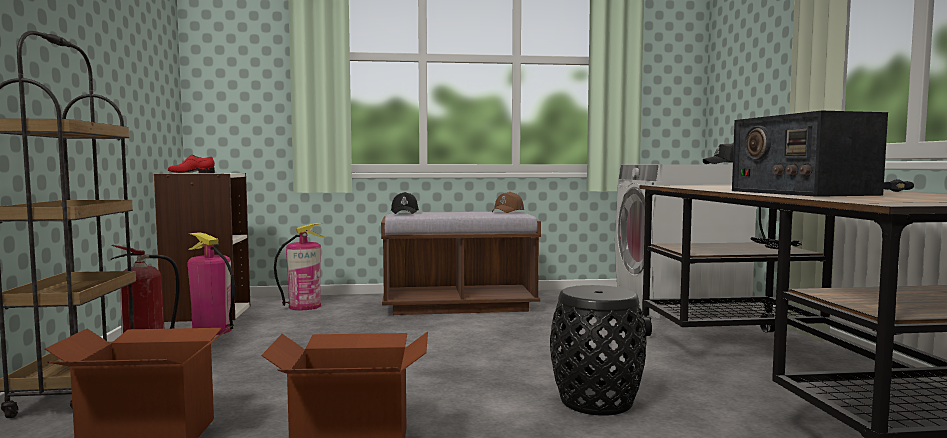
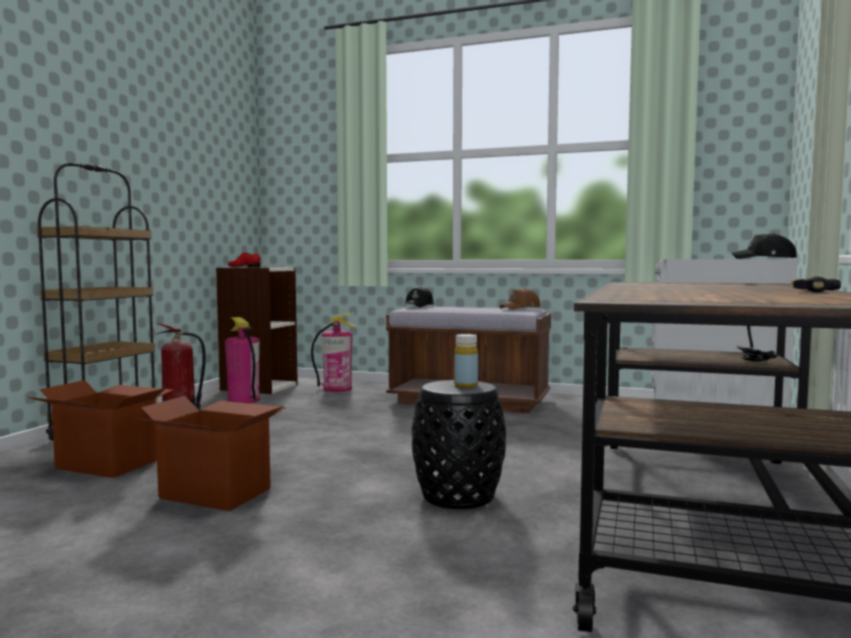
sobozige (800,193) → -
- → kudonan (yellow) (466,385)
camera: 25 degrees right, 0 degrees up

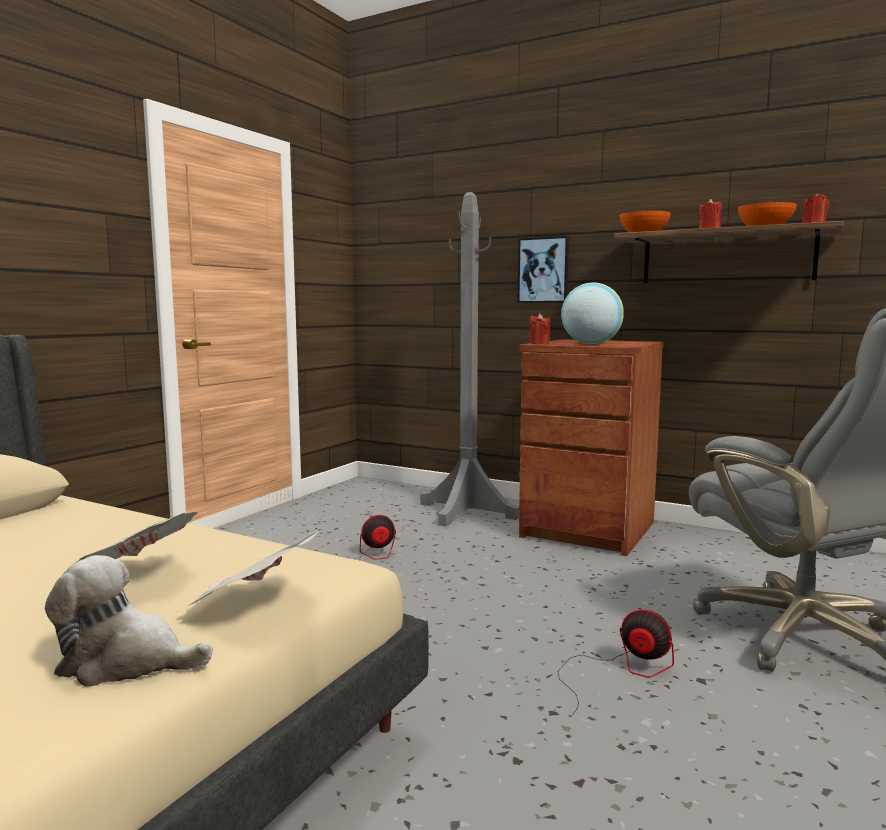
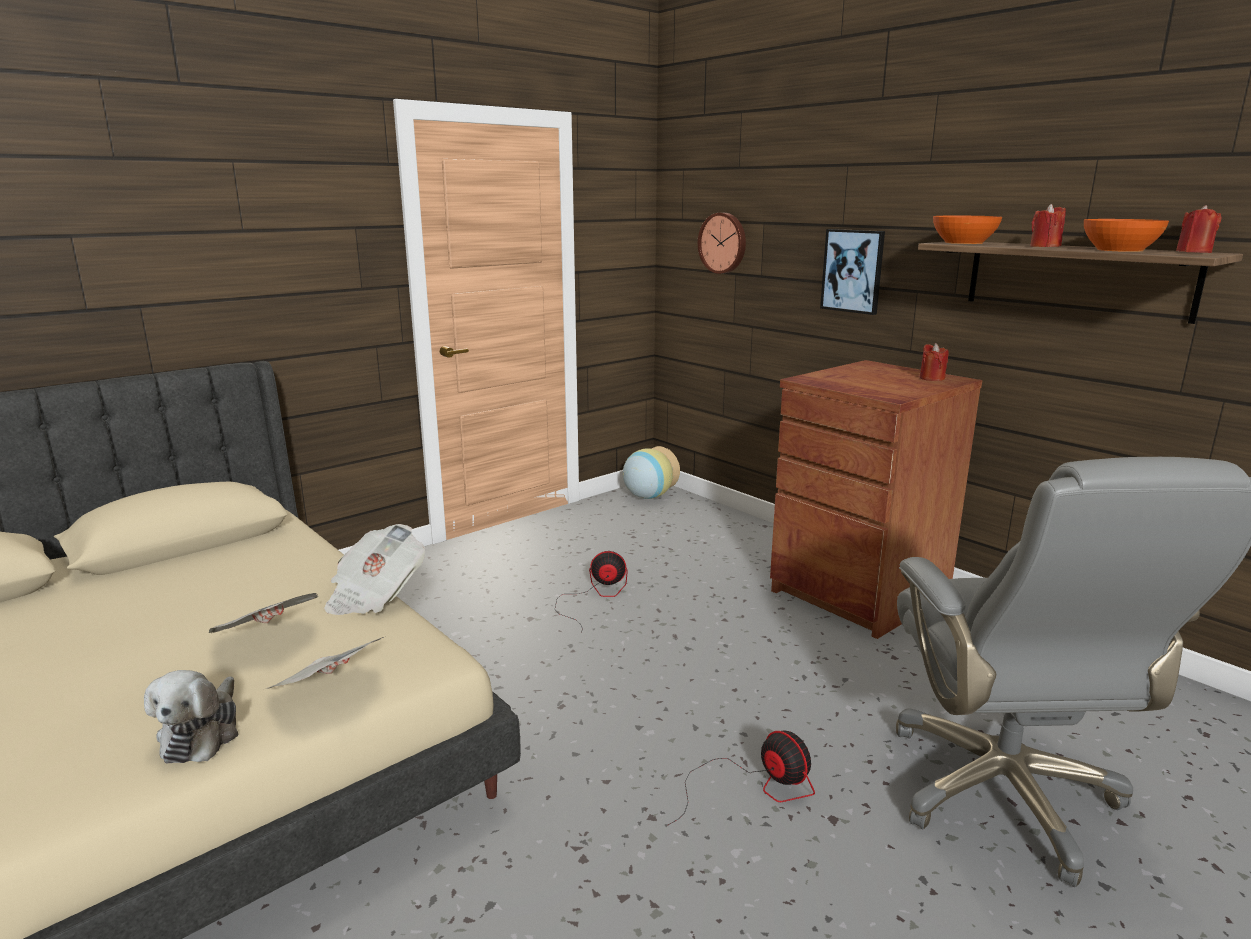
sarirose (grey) (468,511) → -
- → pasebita (375,595)
- → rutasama (723,243)
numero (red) (539,343) → numero (red) (932,378), shifted
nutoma (591,343) → nutoma (648,496), shifted
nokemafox (125,662) → nokemafox (202,733), 120 degrees counterclockwise
camera: 20 degrees right, 10 degrees up

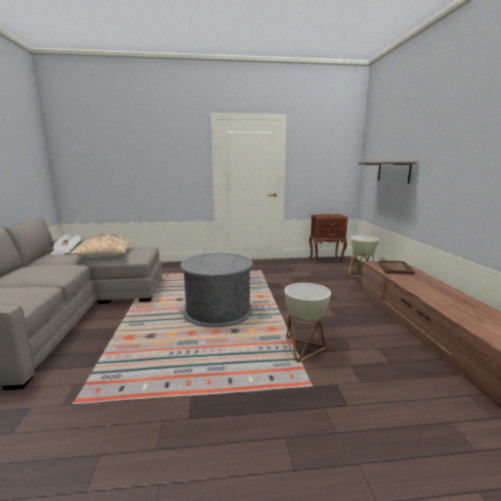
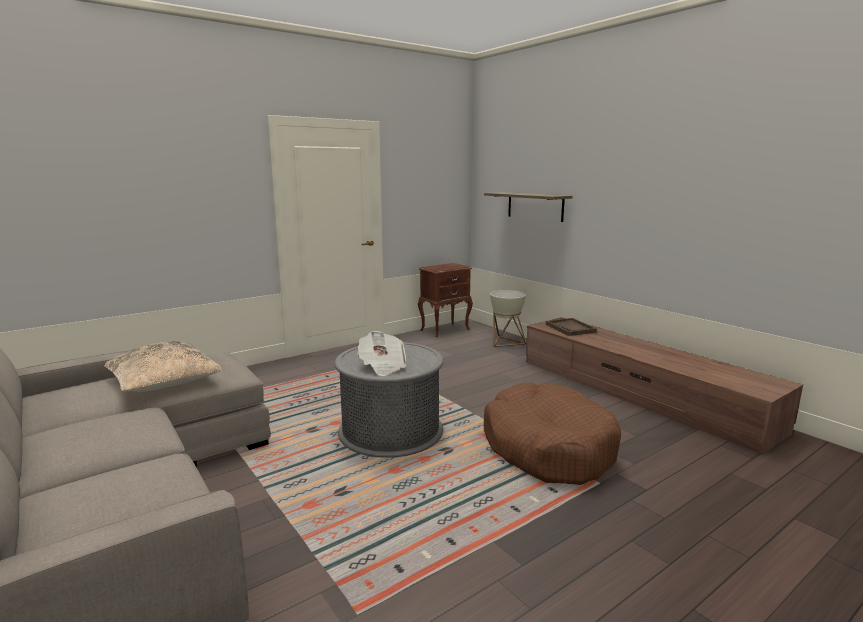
pasebita (66,251) → pasebita (382,366), shifted
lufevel (304,349) → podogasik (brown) (548,448)
camera: 30 degrees left, 0 degrees up

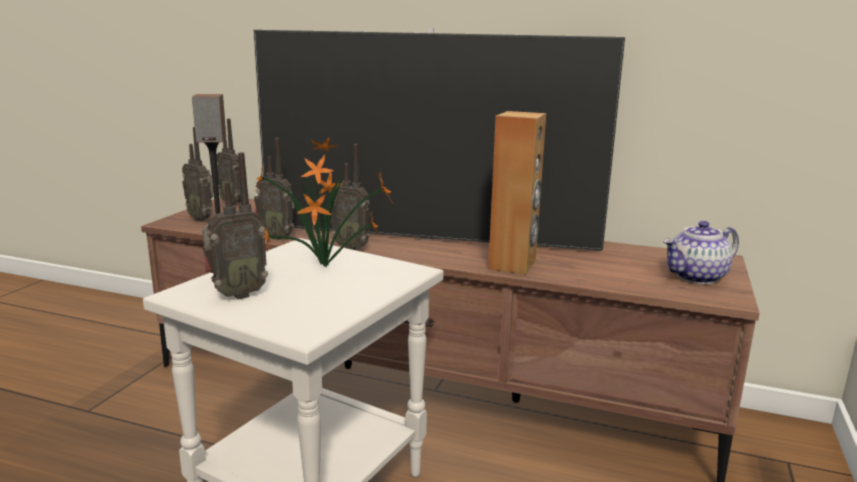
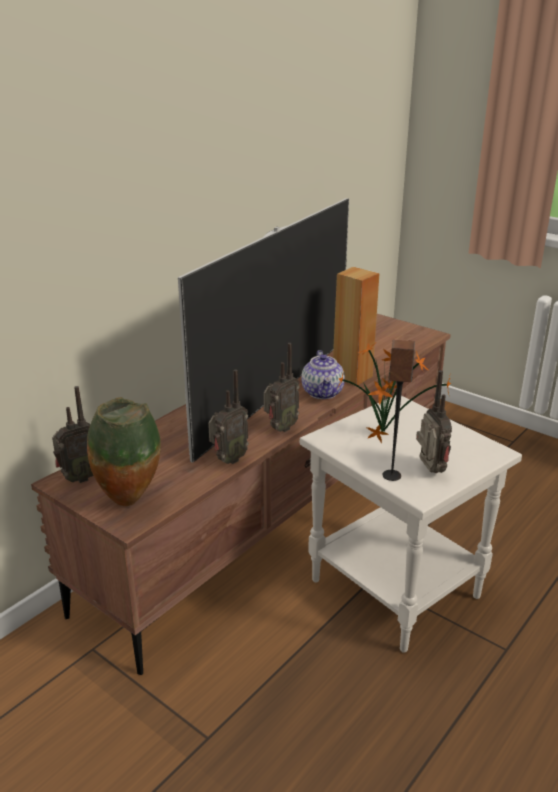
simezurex (697,277) → simezurex (323,393), shifted
sobozige (202,218) → nutoma (130,500)
camera: 70 degrees left, 10 degrees up

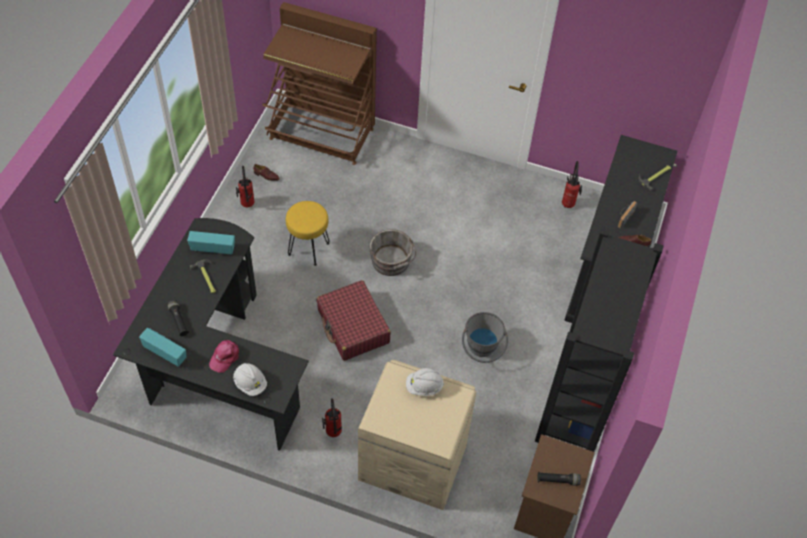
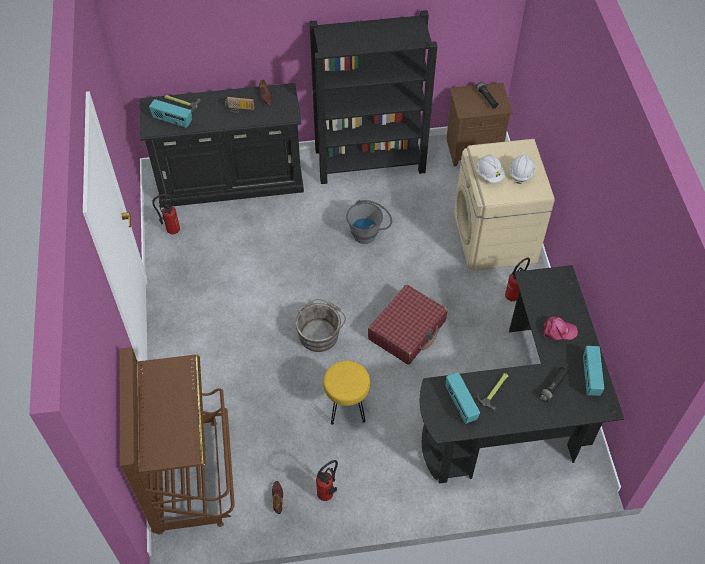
- → sobozige (172,121)
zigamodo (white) (250,383) → zigamodo (white) (521,173), shifted
camera: 115 degrees left, 0 degrees up

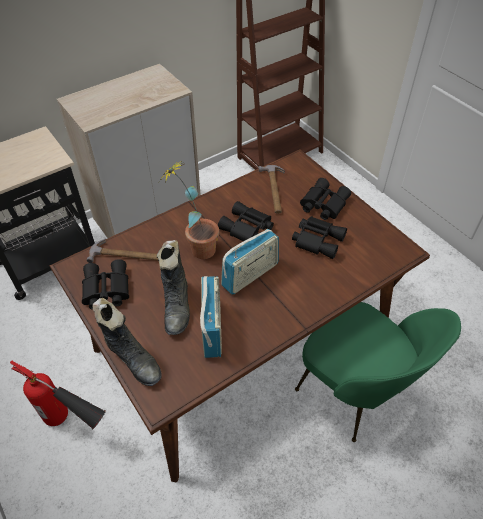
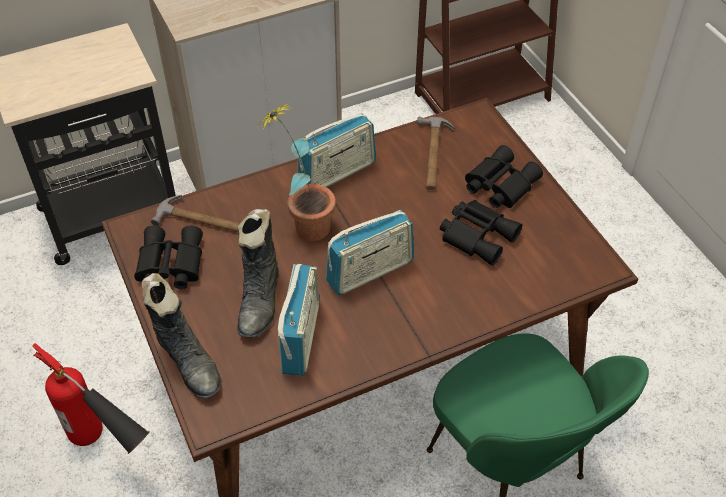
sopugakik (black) (247,229) → -
- → sobozige (337,173)
camera: 10 degrees right, 0 degrees up

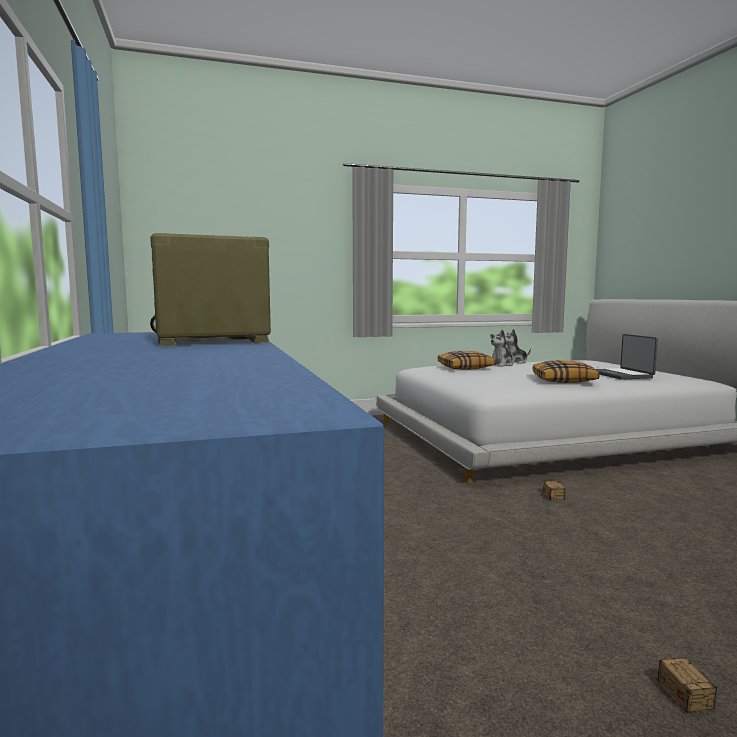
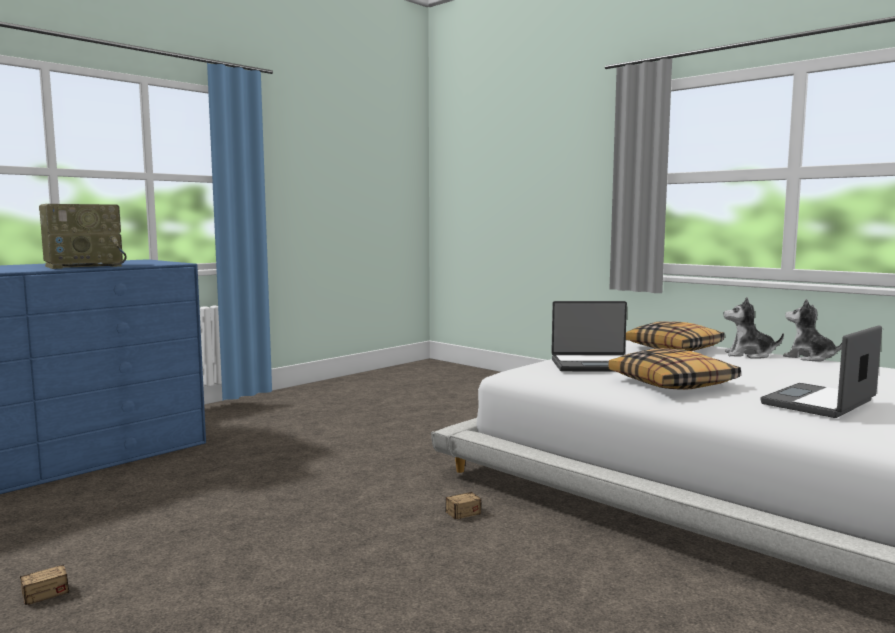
- → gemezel (593,365)
sobozige (209,341) → sobozige (84,266), 105 degrees clockwise
camera: 60 degrees right, 0 degrees up

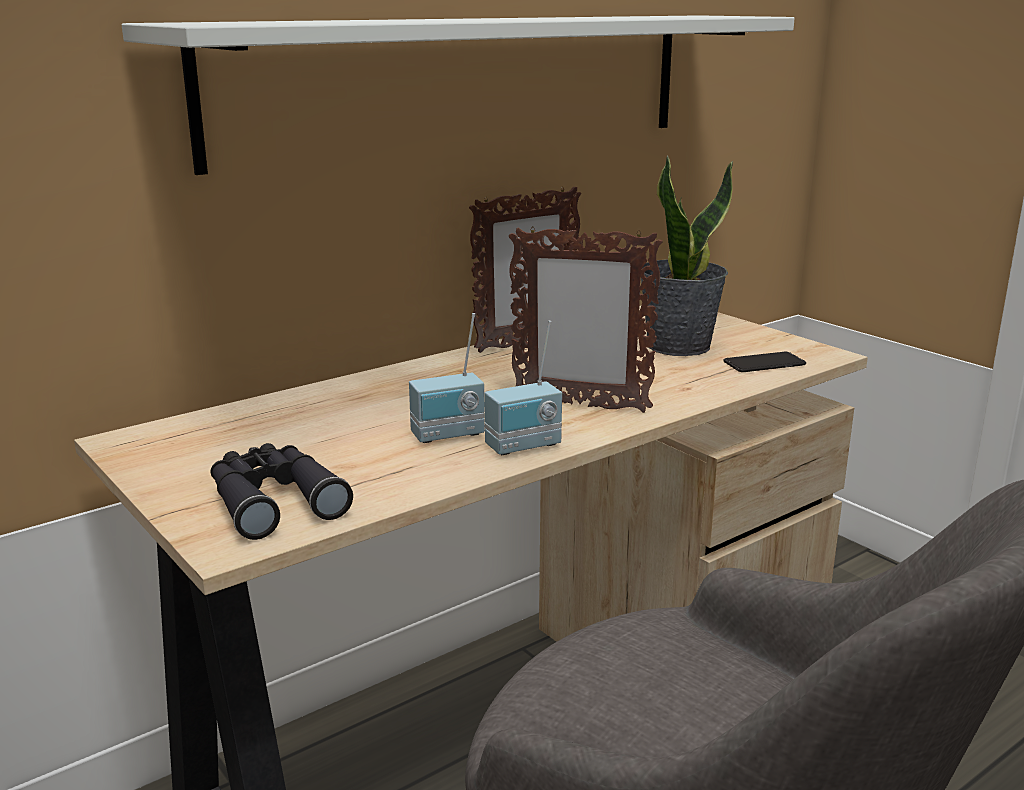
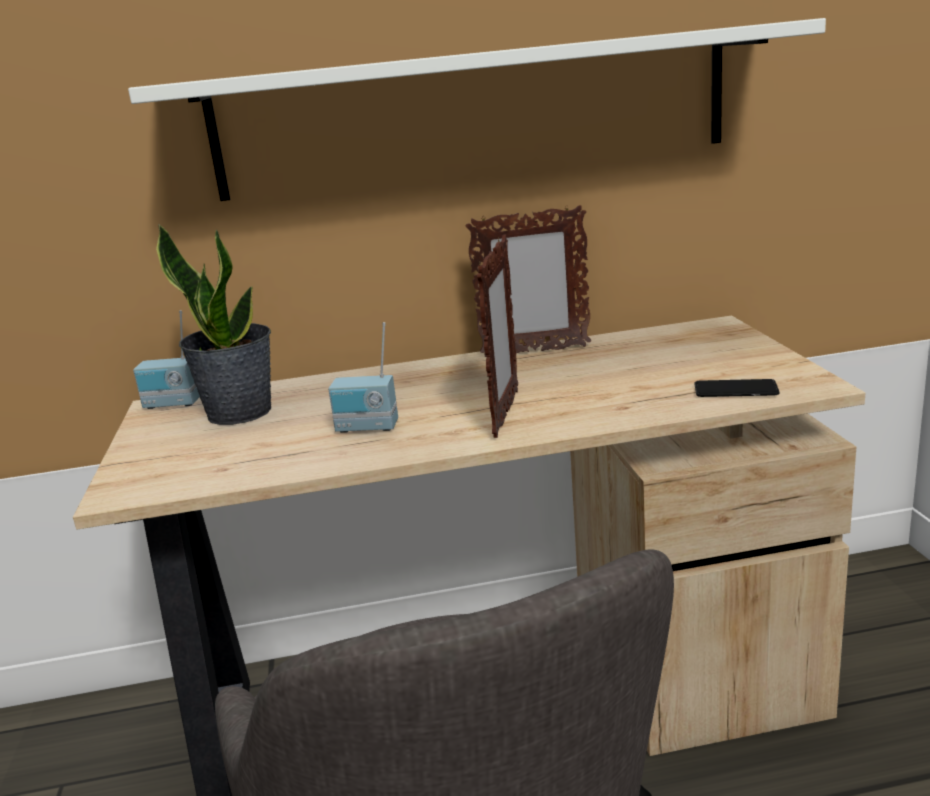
sopugakik (black) (273,501) → -
sobozige (524,447) → sobozige (172,405), shifted
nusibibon (677,346) → nusibibon (240,412), shifted
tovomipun (580,405) → tovomipun (505,414), 120 degrees counterclockwise
camera: 30 degrees right, 0 degrees up

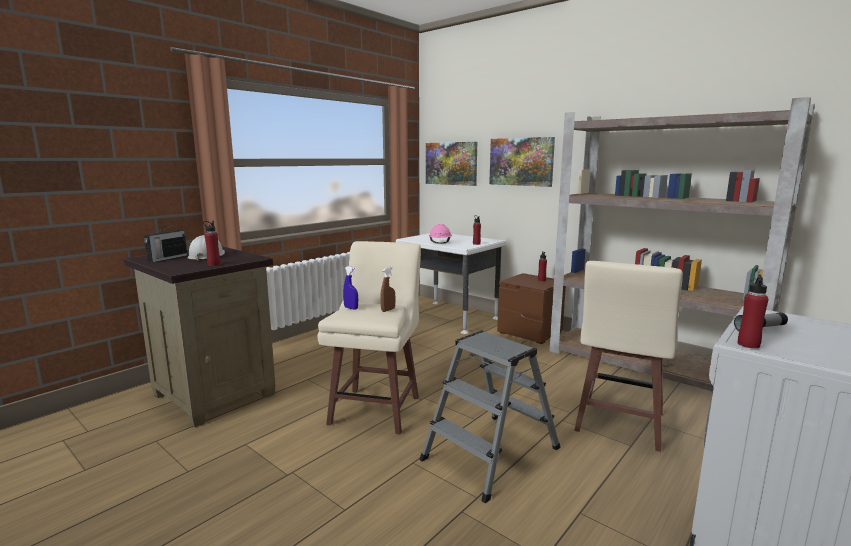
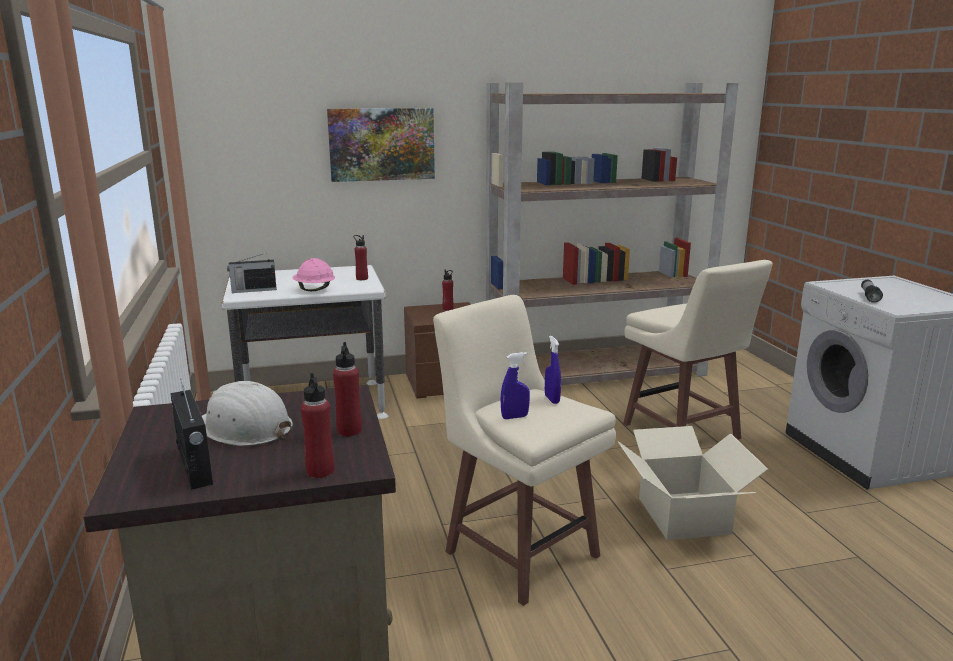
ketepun (451,163) → -
- → sobozige (253,290)
kudonan (red) (748,344) → kudonan (red) (320,471), shifted
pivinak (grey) (491,453) → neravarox (684,515)
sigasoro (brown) (388,310) → sigasoro (blue) (552,399)
camera: 55 degrees left, 5 degrees up

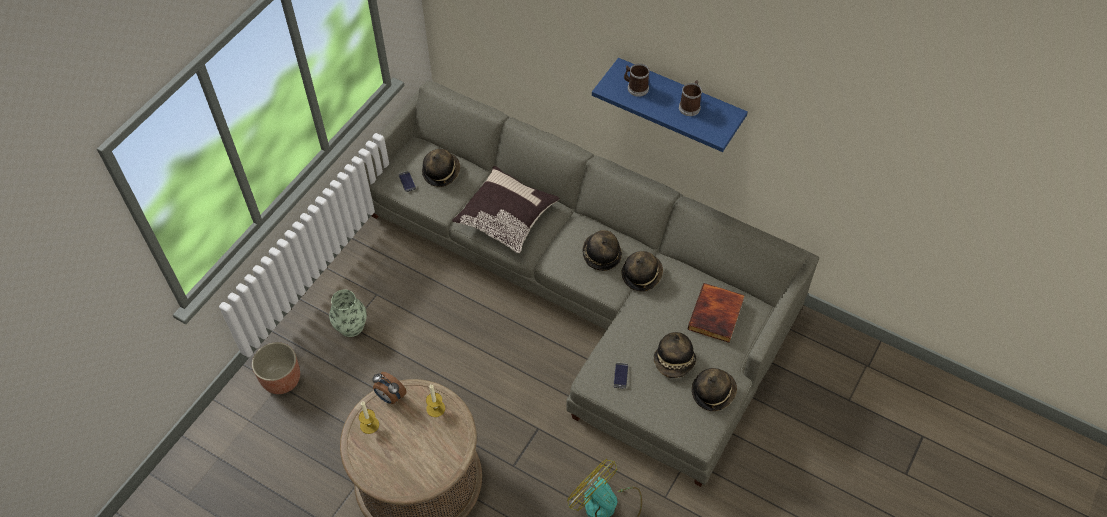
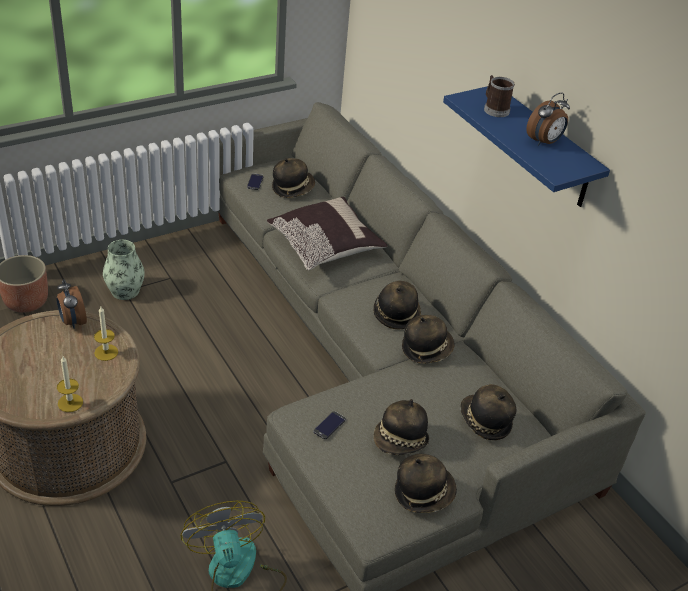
numero (369,425) → numero (70,403), shifted
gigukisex (690,106) → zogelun (544,142)
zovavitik (716,315) → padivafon (484,422)
camera: 25 degrees right, 15 degrees down

